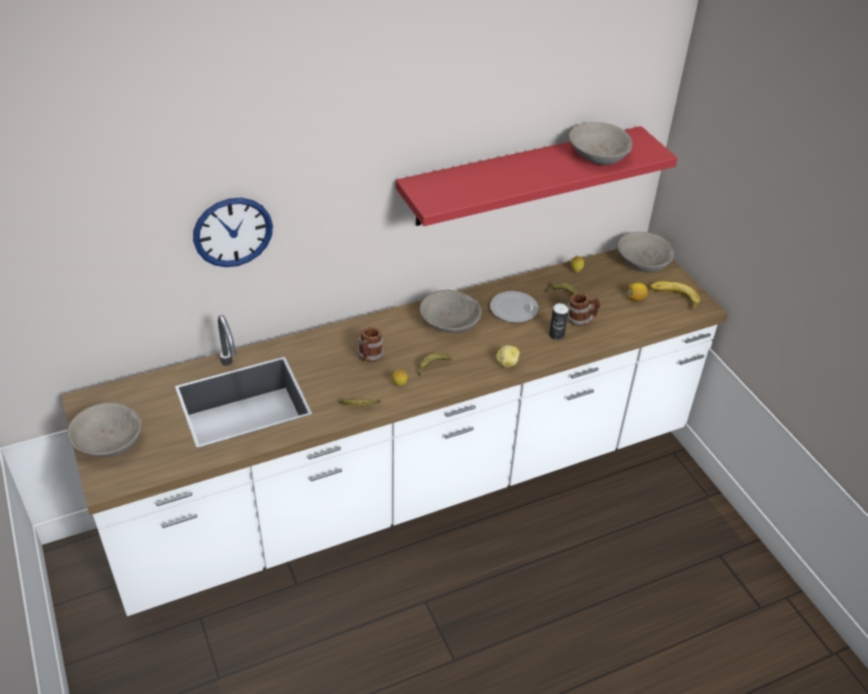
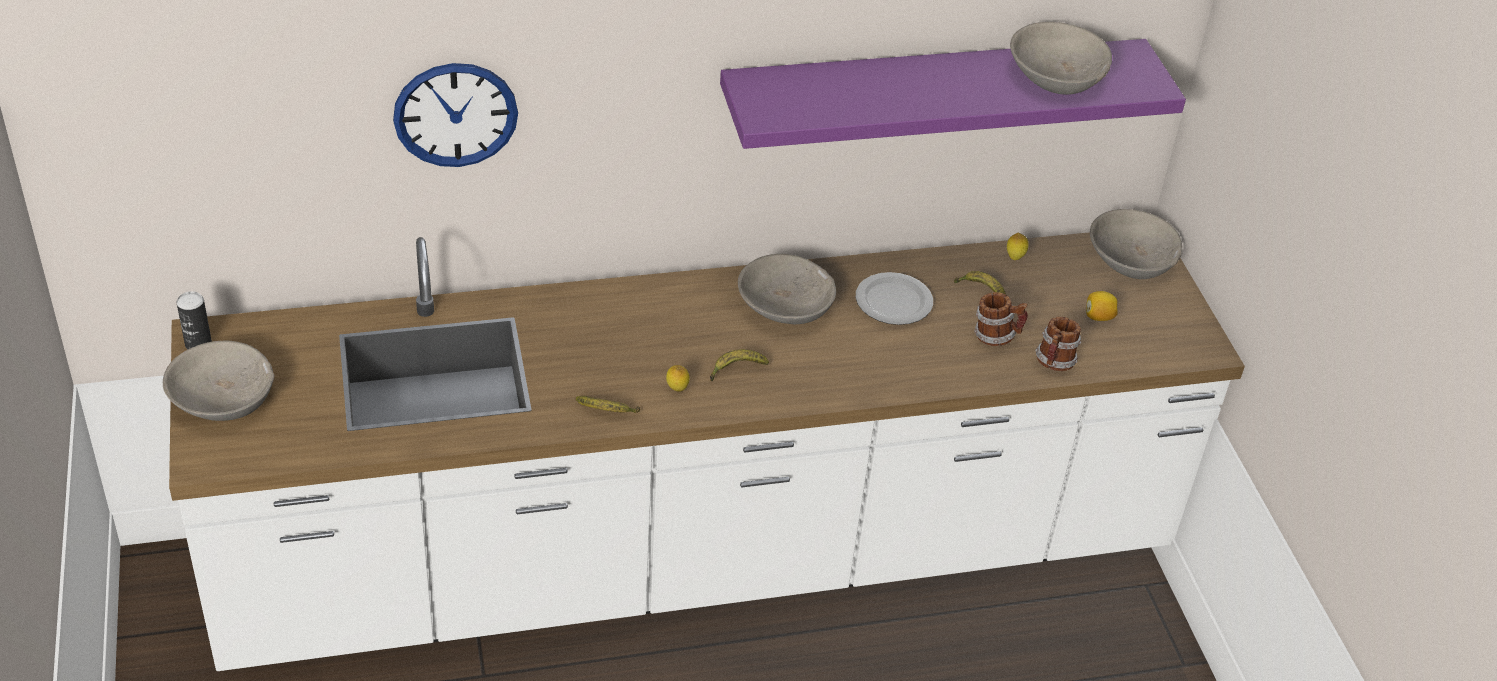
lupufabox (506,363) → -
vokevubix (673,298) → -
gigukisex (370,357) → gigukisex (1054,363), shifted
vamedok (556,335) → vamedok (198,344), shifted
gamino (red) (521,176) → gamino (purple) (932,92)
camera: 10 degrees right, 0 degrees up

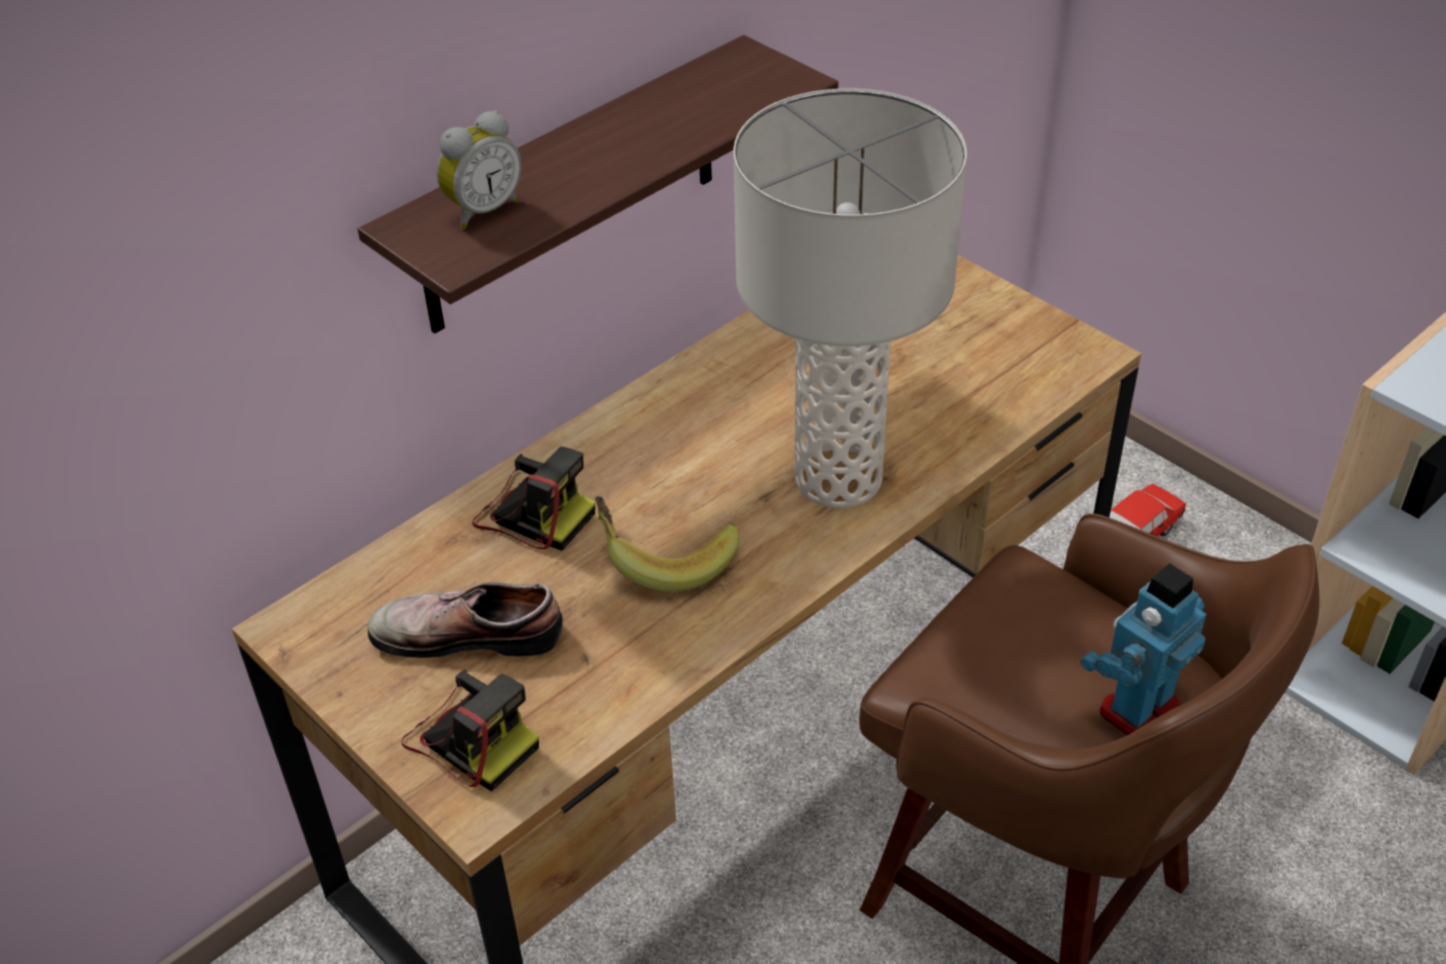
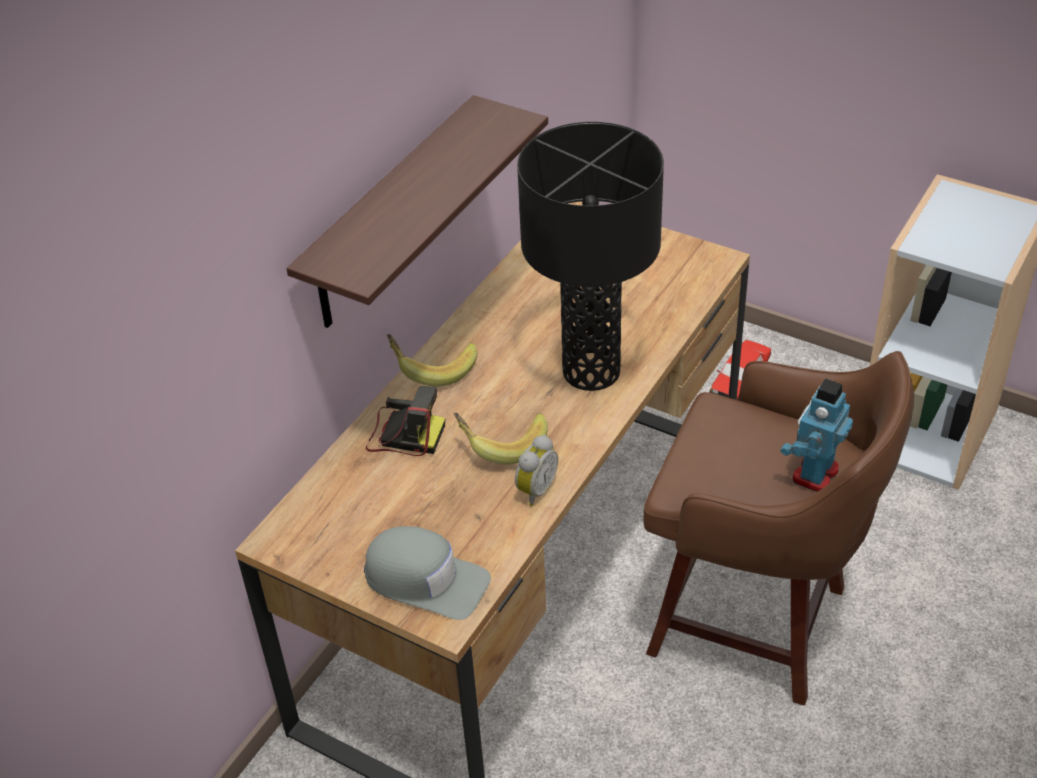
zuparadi (468,631) → -
- → vokevubix (432,368)
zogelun (482,210) → zogelun (534,490), shifted
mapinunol (471,737) → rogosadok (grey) (426,580)
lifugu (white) (838,477) → lifugu (black) (591,370)
camera: 15 degrees left, 0 degrees up

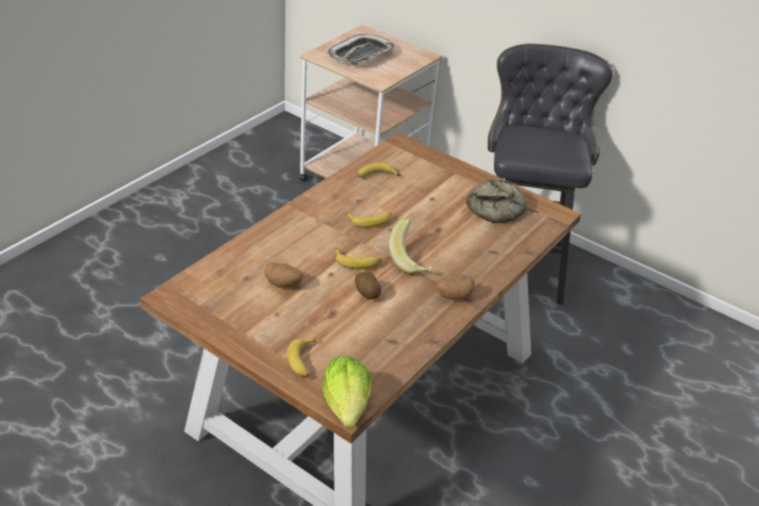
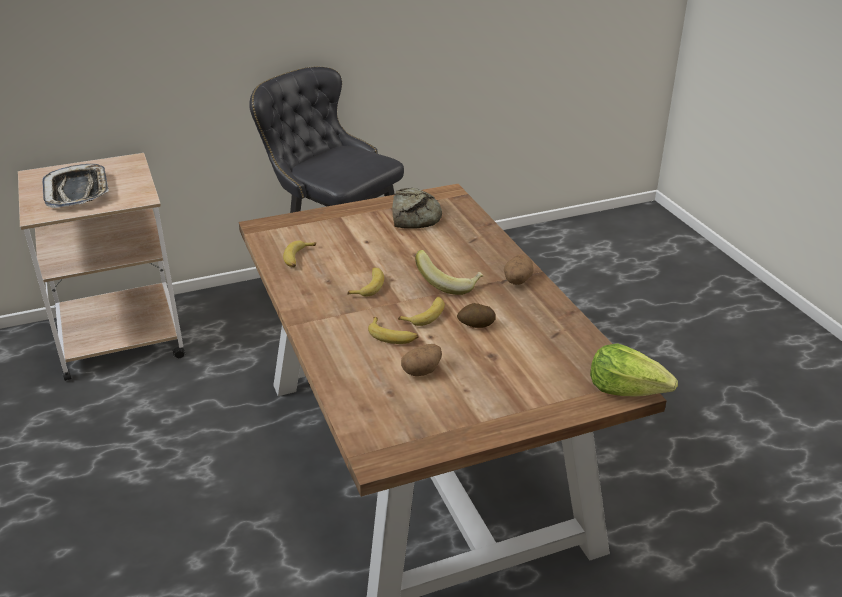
vokevubix (303,361) → vokevubix (392,336), shifted
camera: 55 degrees left, 5 degrees down

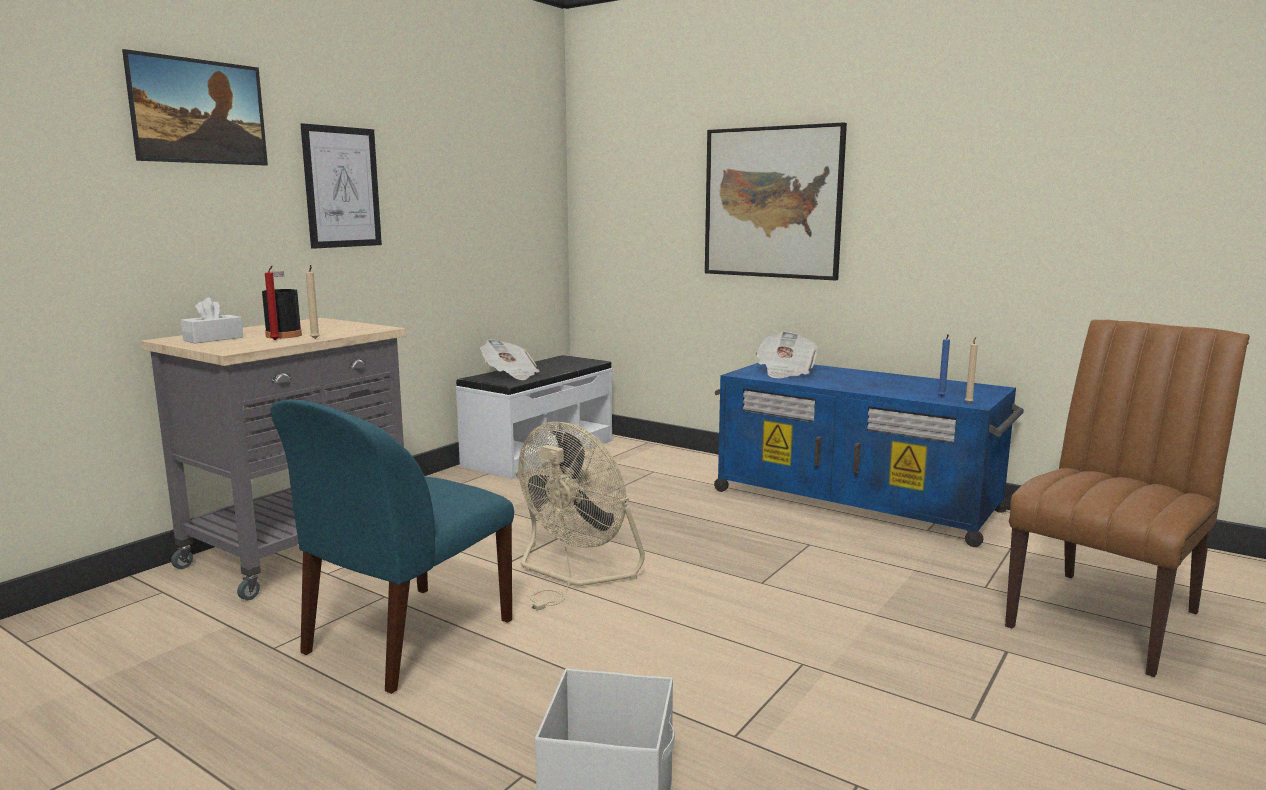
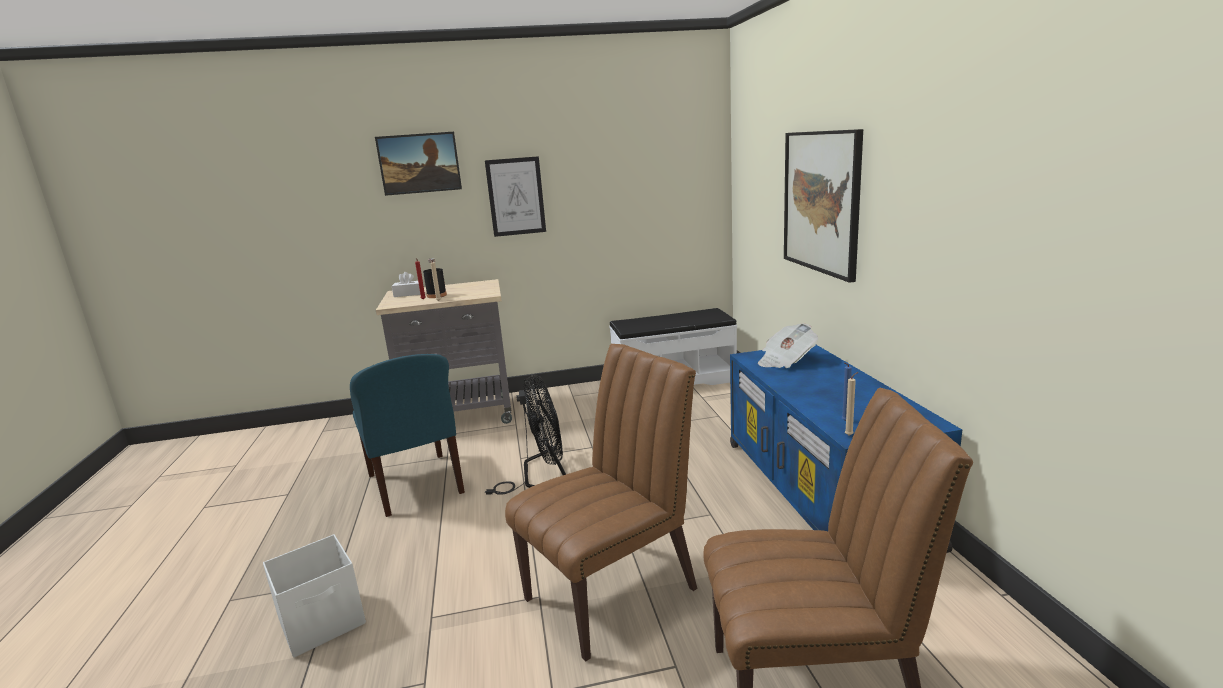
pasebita (510,375) → -
- → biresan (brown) (610,595)
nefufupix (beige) (566,572) → nefufupix (black) (539,475)
biresan (blue) (405,638) → biresan (blue) (416,485), 105 degrees counterclockwise
camera: 45 degrees right, 5 degrees up

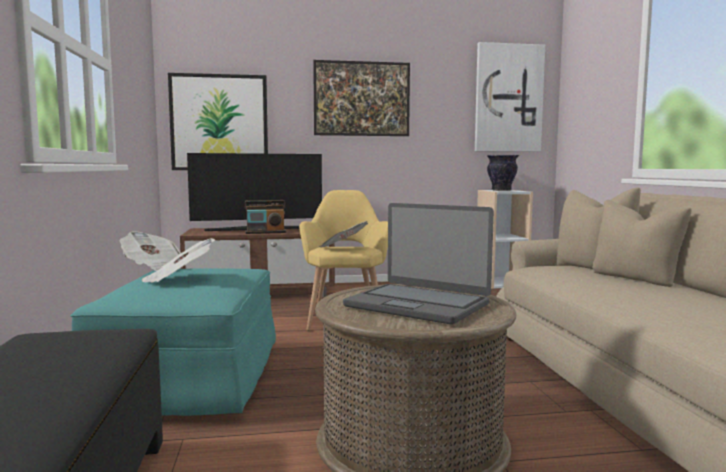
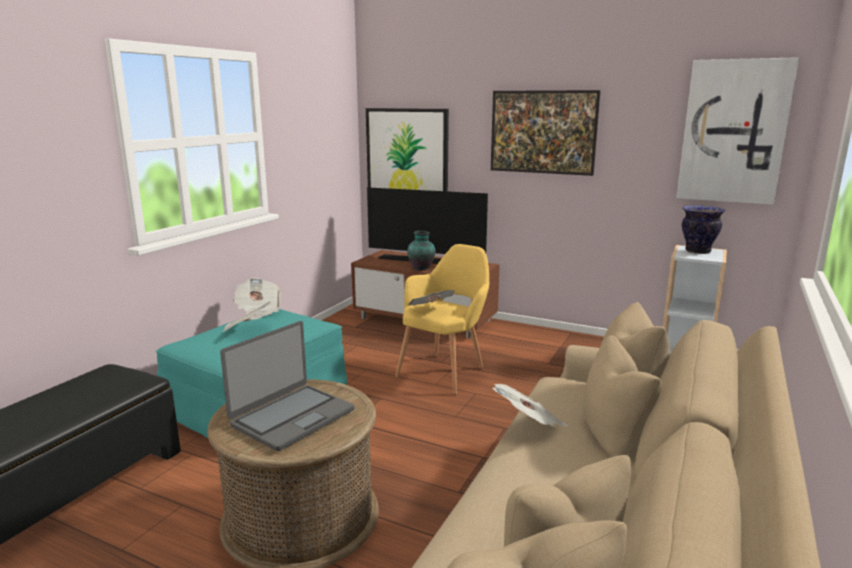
- → pasebita (528,424)
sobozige (265,232) → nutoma (421,268)
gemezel (418,305) → gemezel (292,417), 120 degrees counterclockwise
camera: 35 degrees right, 10 degrees up

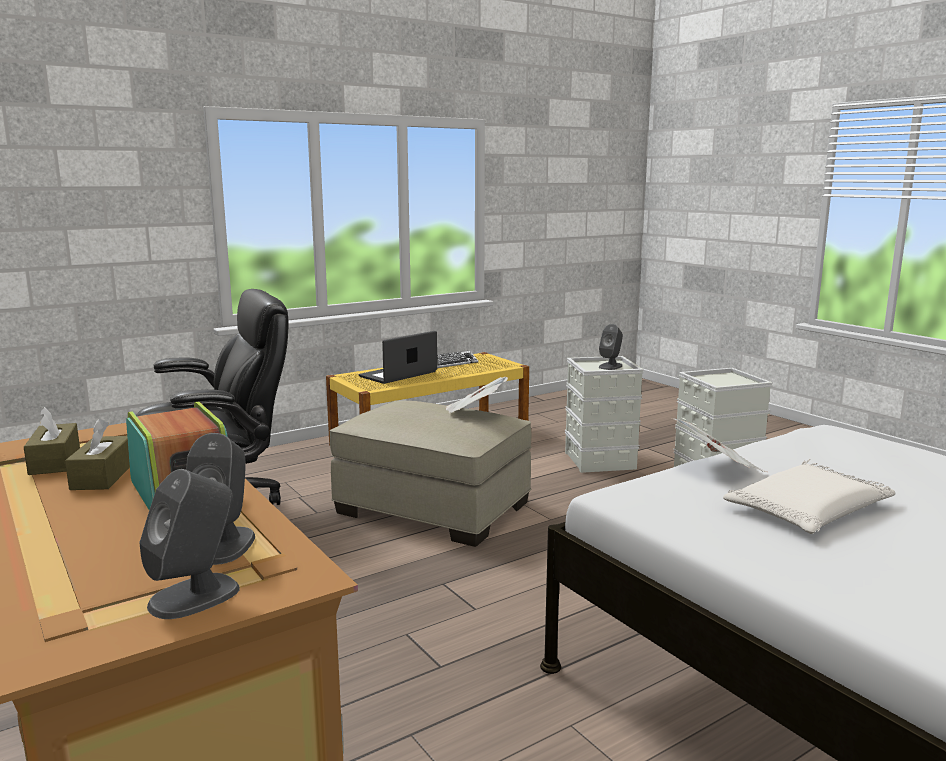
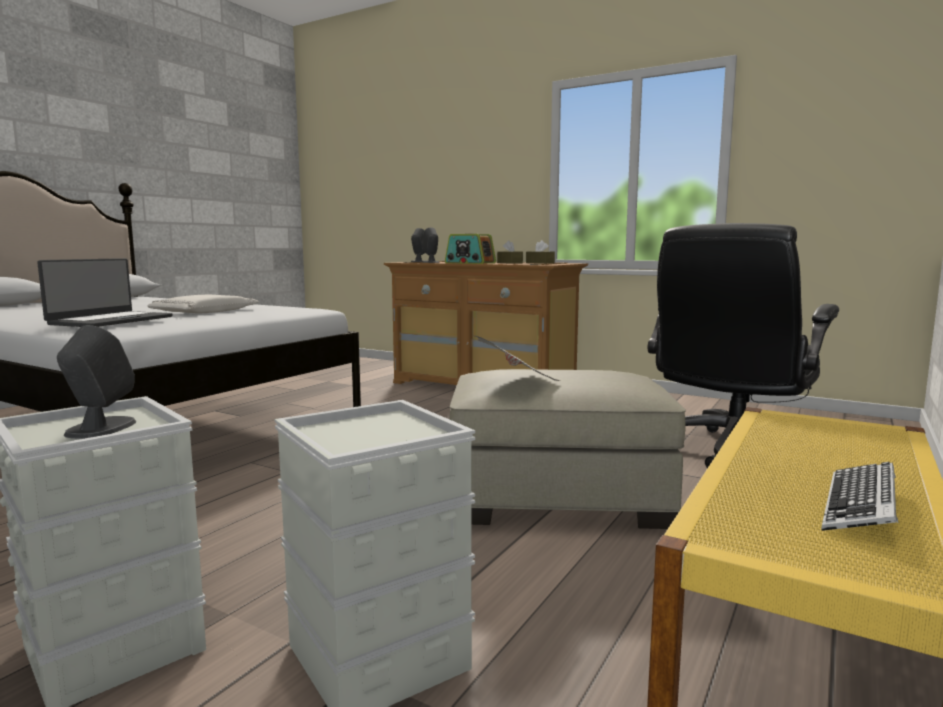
pasebita (717,468) → -
gemezel (399,374) → gemezel (110,320), shifted
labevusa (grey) (610,366) → labevusa (grey) (100,428), shifted
camera: 155 degrees right, 5 degrees down

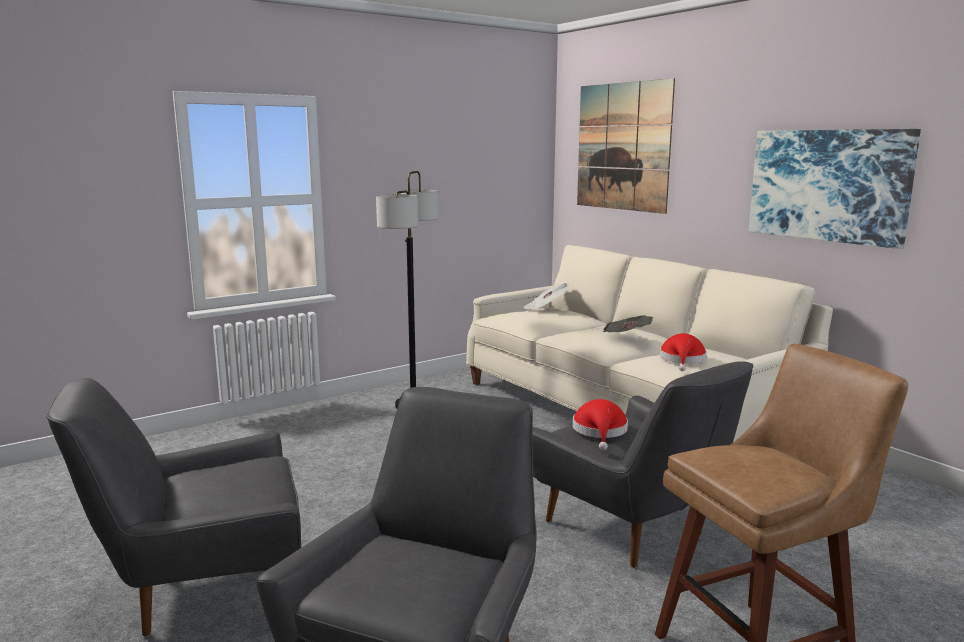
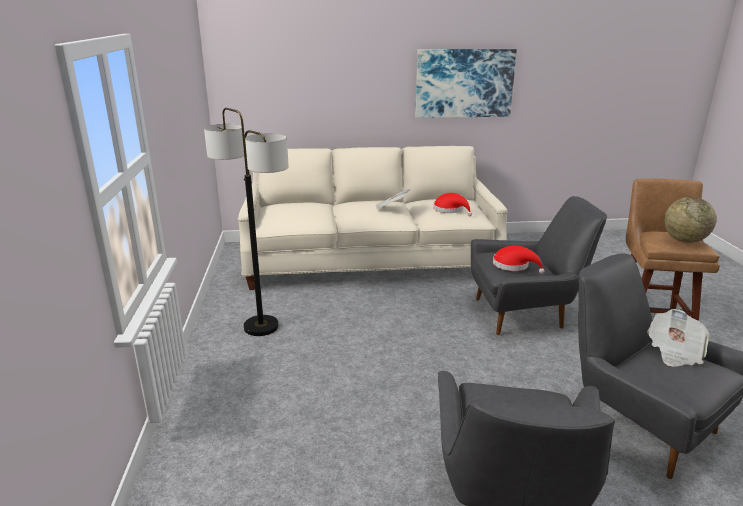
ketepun (622,147) → -
- → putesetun (684,240)
pasebita (545,308) → pasebita (674,352), shifted
camera: 60 degrees left, 10 degrees up

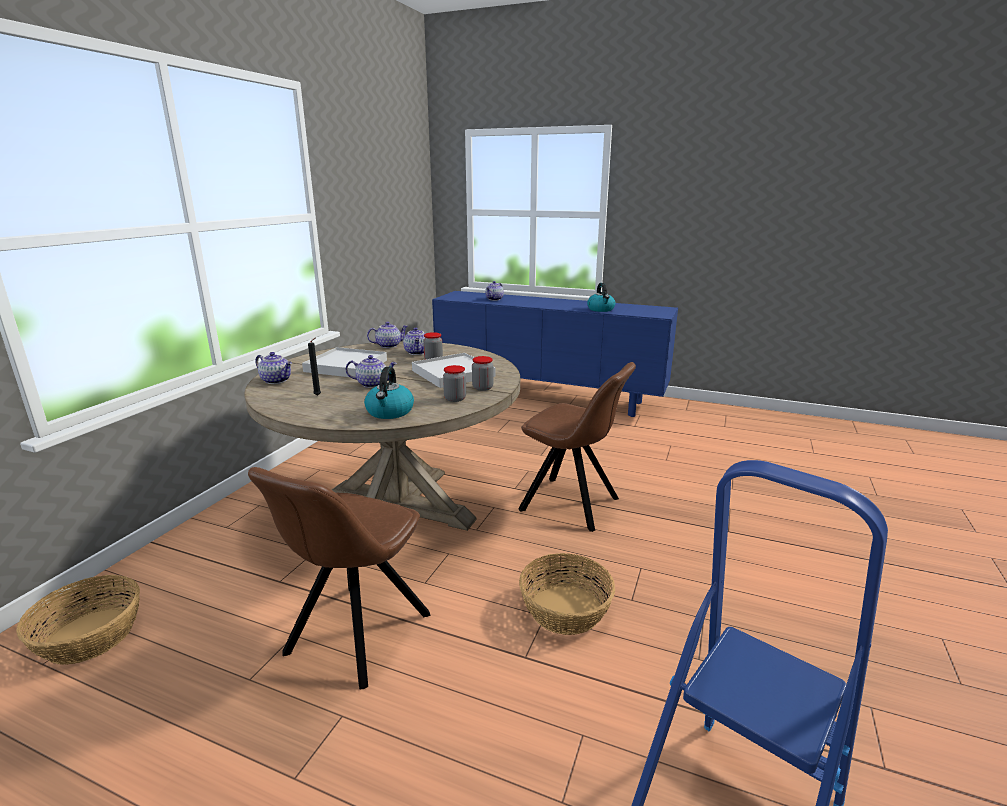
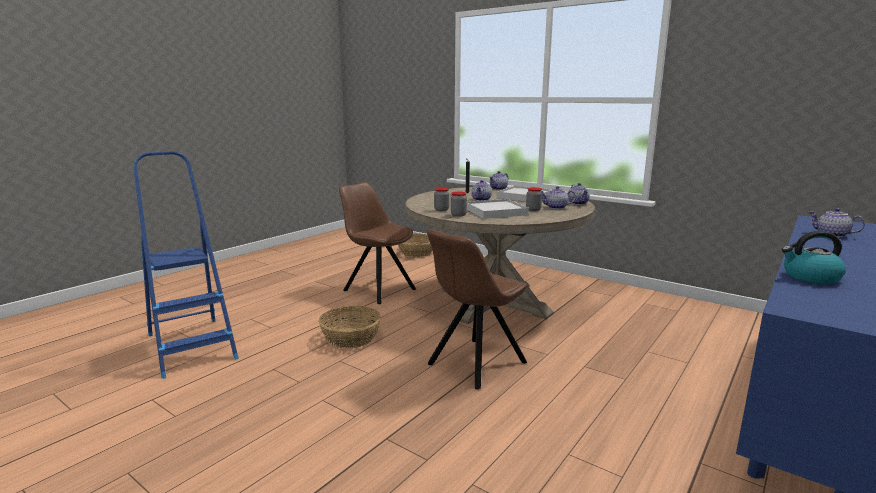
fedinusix (390,412) → -
camera: 105 degrees right, 5 degrees down

